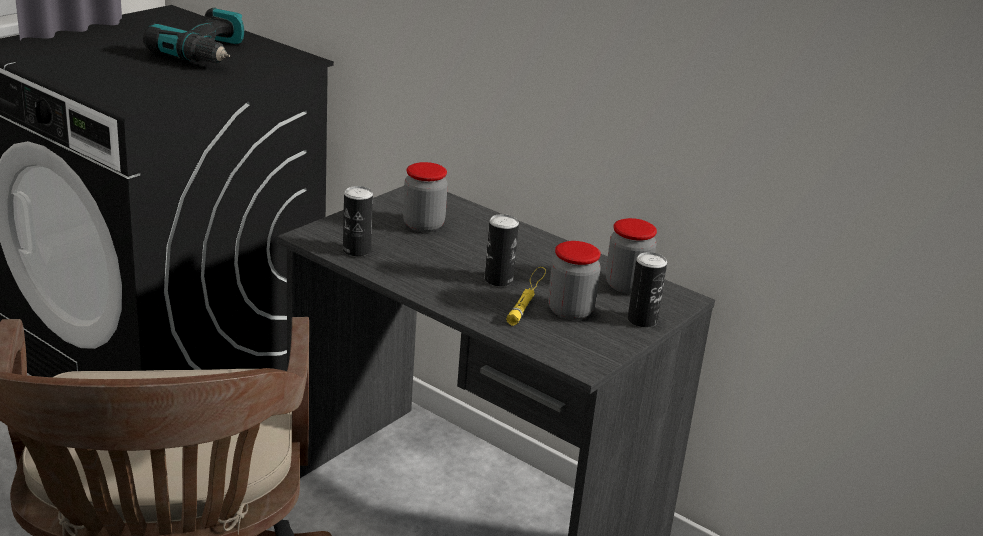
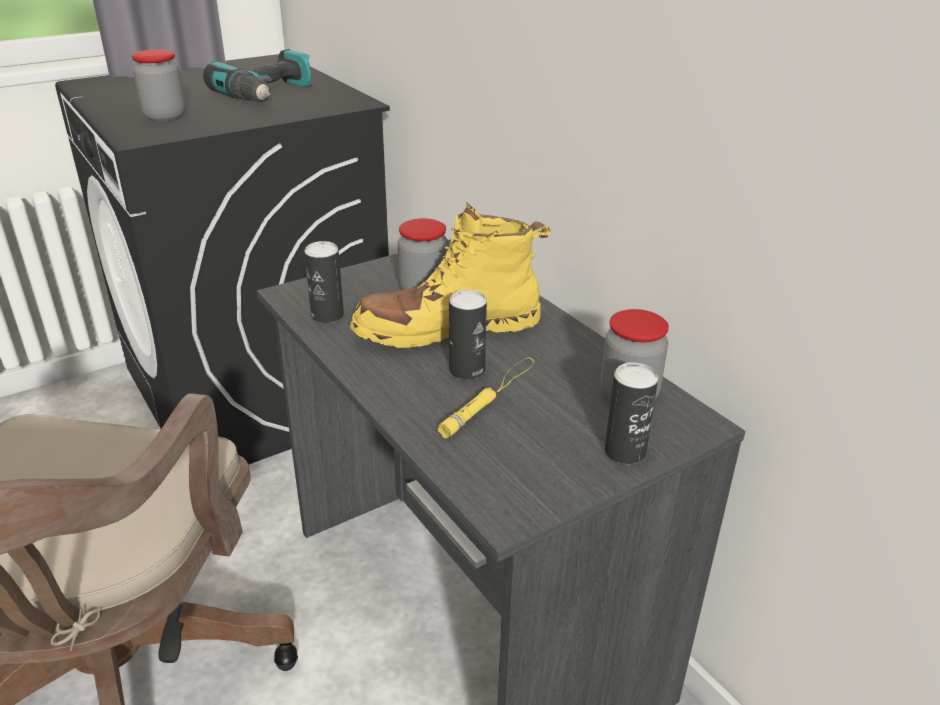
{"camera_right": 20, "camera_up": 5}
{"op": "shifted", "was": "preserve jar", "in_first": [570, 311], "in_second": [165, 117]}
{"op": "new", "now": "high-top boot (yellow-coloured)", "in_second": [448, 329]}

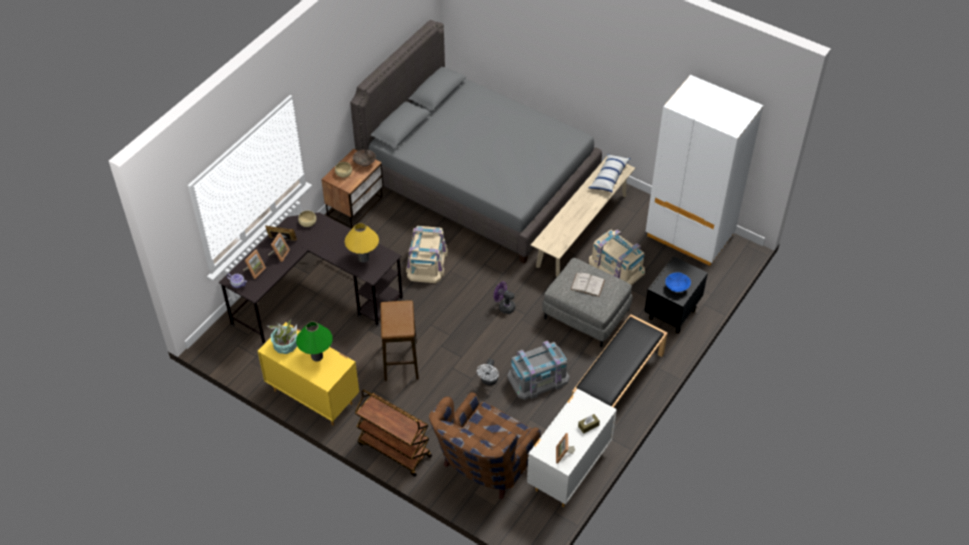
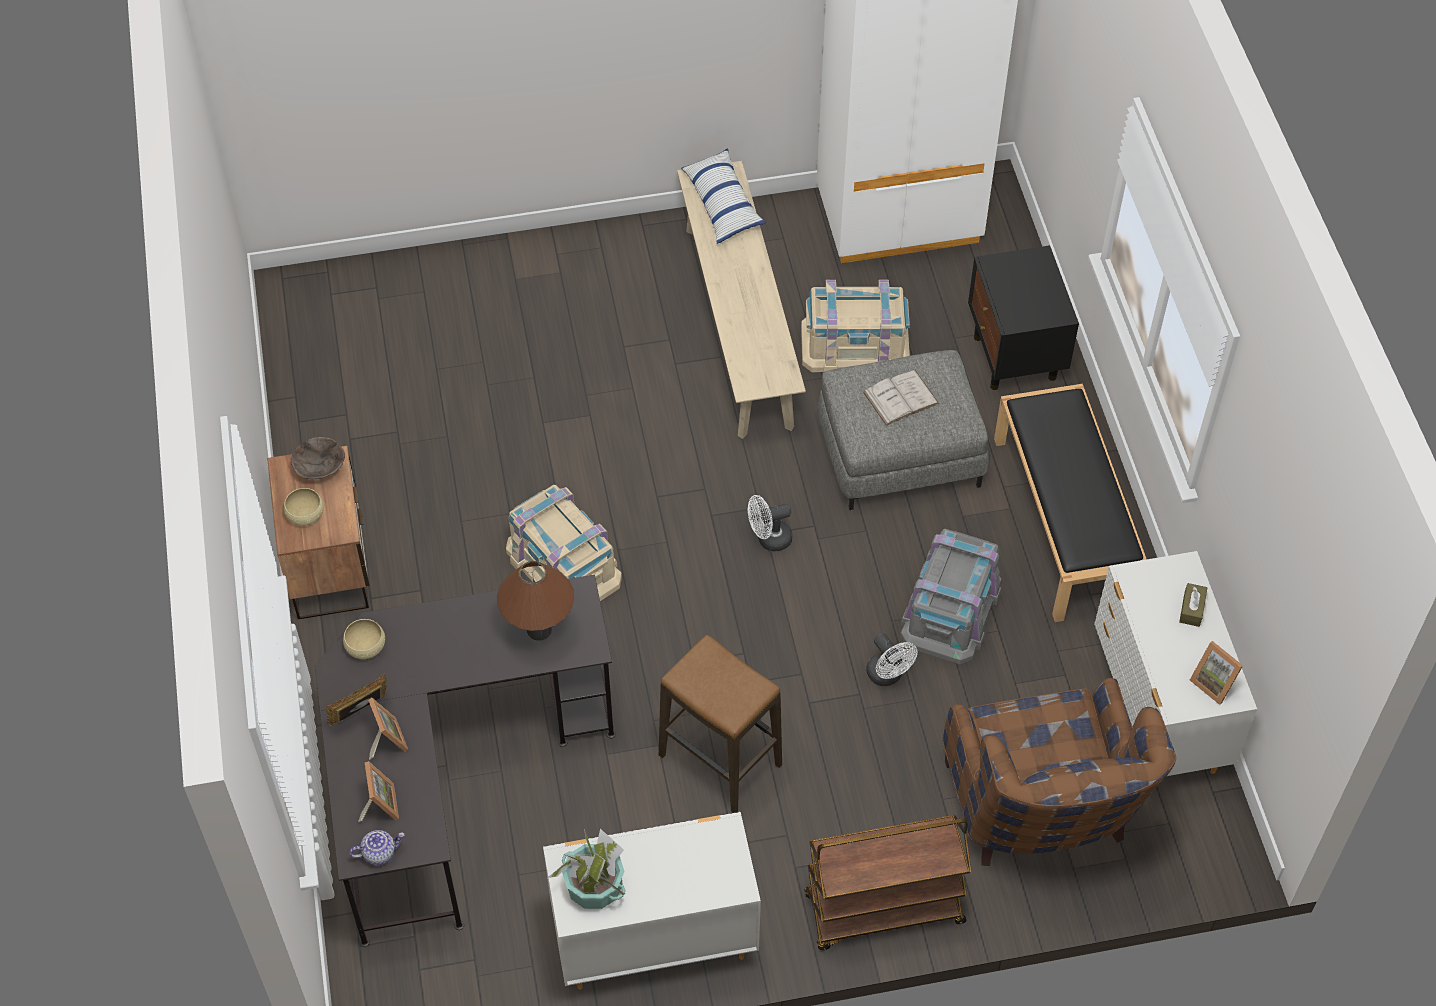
{"camera_right": -45, "camera_up": 5}
{"op": "gone", "was": "bed (gray)", "in_first": [479, 180]}
{"op": "repainted", "was": "lamp for a table (yellow-coloured)", "now": "lamp for a table (brown-coloured)", "in_first": [363, 258], "in_second": [539, 629]}
{"op": "gone", "was": "serving bowl (blue)", "in_first": [677, 287]}
{"op": "repainted", "was": "fan (purple)", "now": "fan (whitish)", "in_first": [504, 306], "in_second": [769, 539]}
{"op": "gone", "was": "lamp for a table (greenish)", "in_first": [317, 356]}
{"op": "repainted", "was": "dresser (yellow-coloured)", "now": "dresser (whitish)", "in_first": [313, 396], "in_second": [653, 940]}

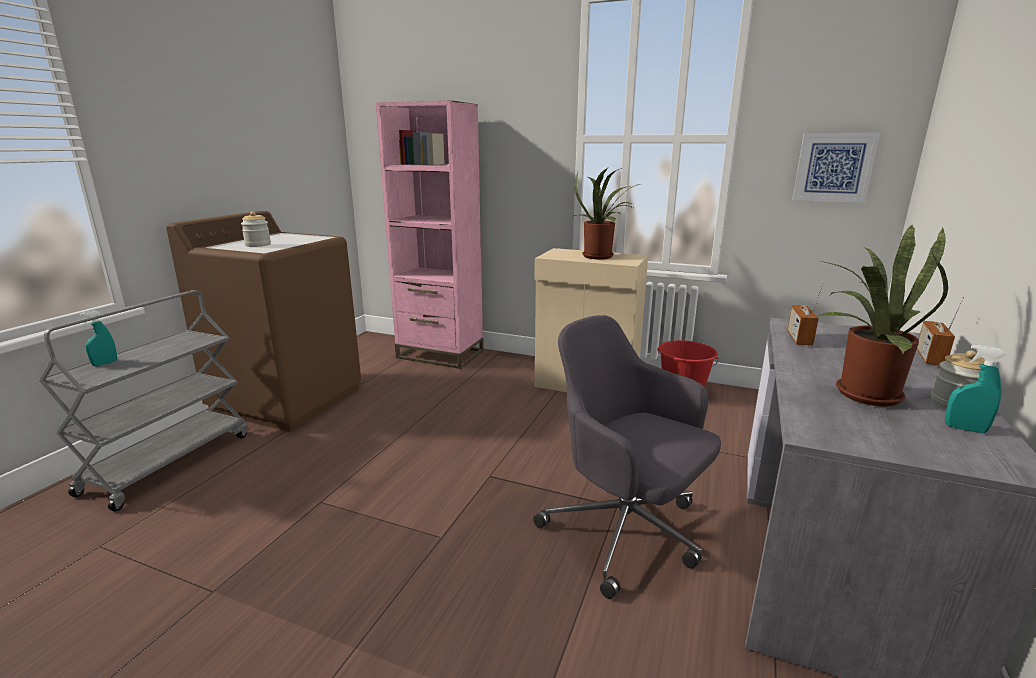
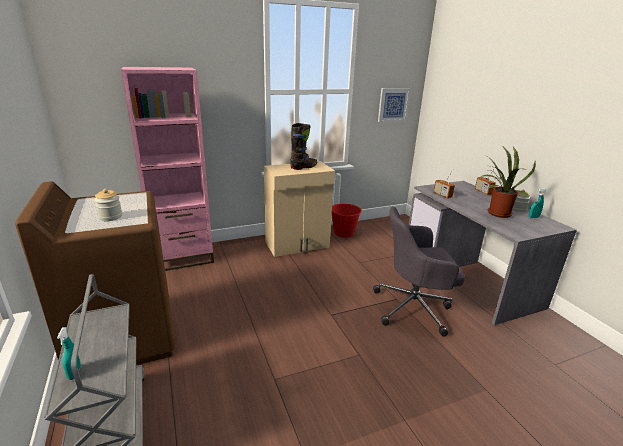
{"camera_right": -45, "camera_up": 5}
{"op": "swapped", "was": "plant in a pot", "now": "high-top boot (black-coloured)", "in_first": [601, 256], "in_second": [304, 167]}

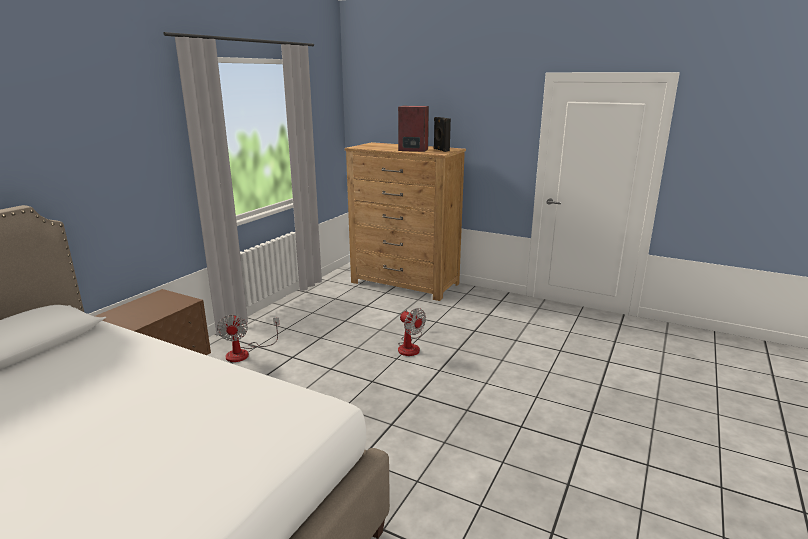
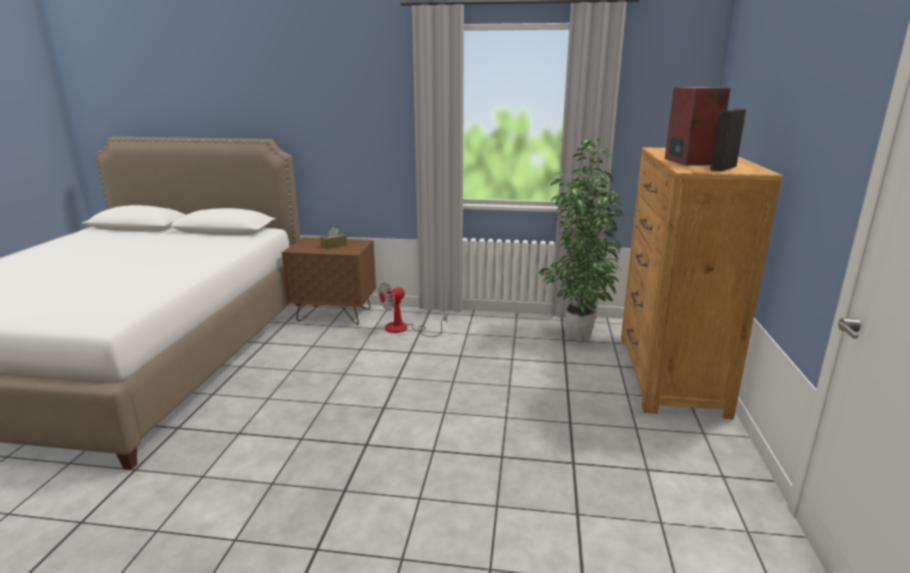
{"camera_right": 70, "camera_up": 0}
{"op": "gone", "was": "fan", "in_first": [410, 346]}
{"op": "new", "now": "plant in a pot", "in_second": [574, 336]}
{"op": "new", "now": "box of tissues (brown-coloured)", "in_second": [334, 245]}

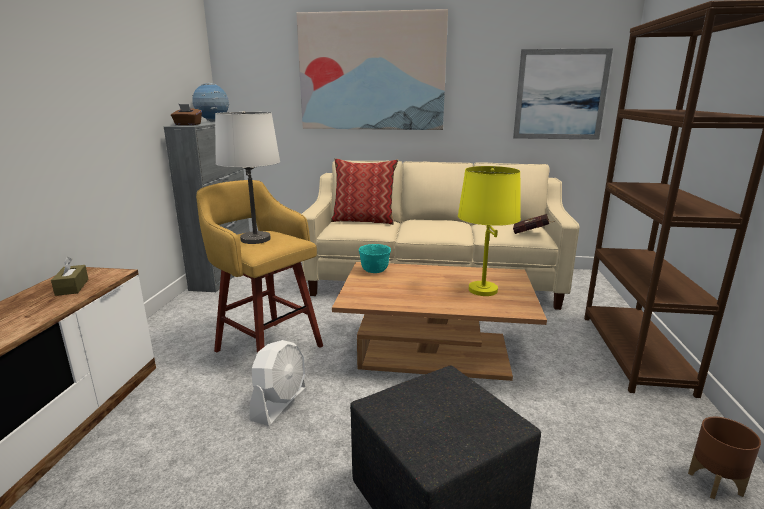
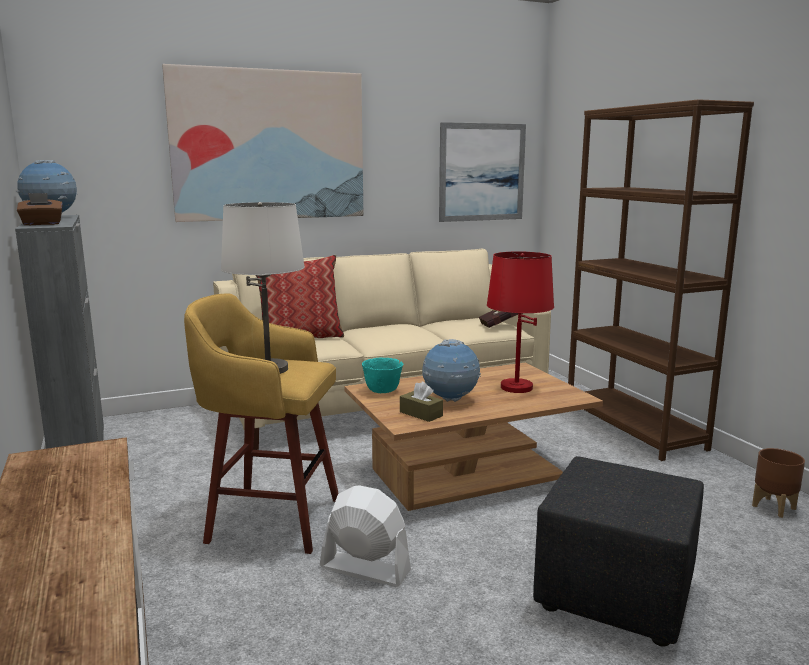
{"camera_right": -30, "camera_up": -5}
{"op": "repainted", "was": "lamp for a table (yellow-coloured)", "now": "lamp for a table (red)", "in_first": [482, 290], "in_second": [516, 388]}
{"op": "shifted", "was": "box of tissues (brown-coloured)", "in_first": [72, 287], "in_second": [421, 414]}
{"op": "rotated", "was": "fan (whitish)", "in_first": [280, 403], "in_second": [364, 569], "clockwise": -60}
{"op": "new", "now": "globe", "in_second": [450, 400]}

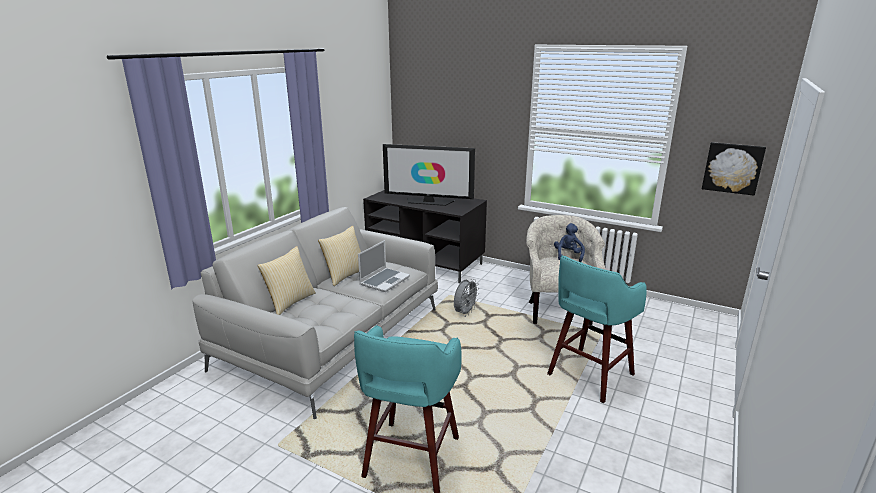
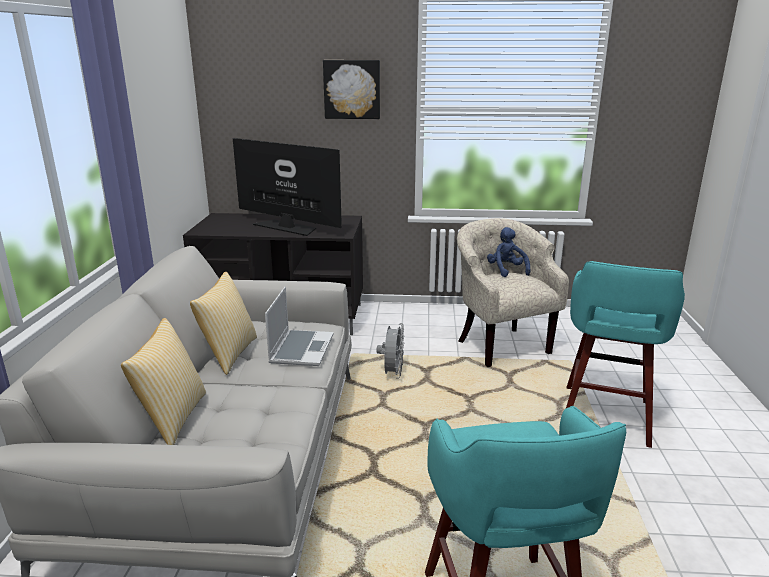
{"camera_right": -25, "camera_up": 0}
{"op": "shifted", "was": "picture", "in_first": [732, 168], "in_second": [352, 89]}
{"op": "rotated", "was": "television", "in_first": [428, 202], "in_second": [286, 227], "clockwise": -135}

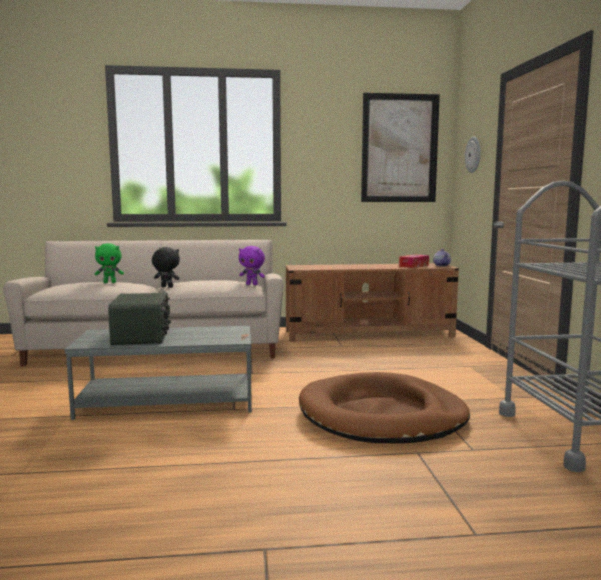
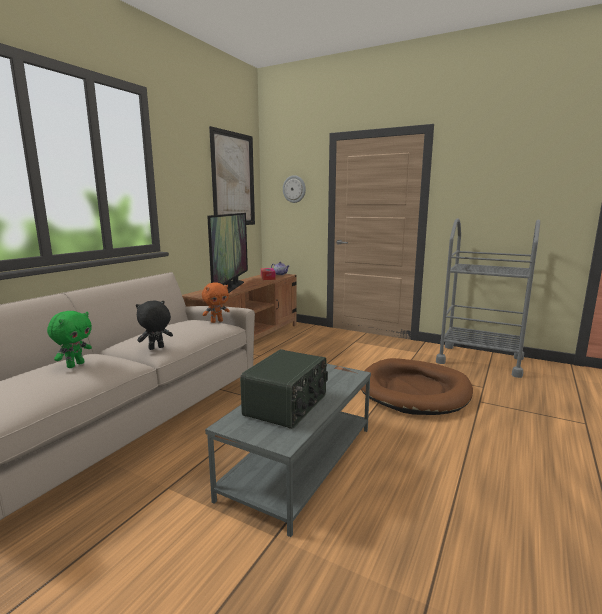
{"camera_right": -55, "camera_up": 5}
{"op": "repainted", "was": "soft toy (purple)", "now": "soft toy (orangey)", "in_first": [252, 284], "in_second": [216, 321]}
{"op": "rotated", "was": "radio receiver", "in_first": [142, 336], "in_second": [287, 406], "clockwise": 90}
{"op": "new", "now": "television", "in_second": [230, 287]}

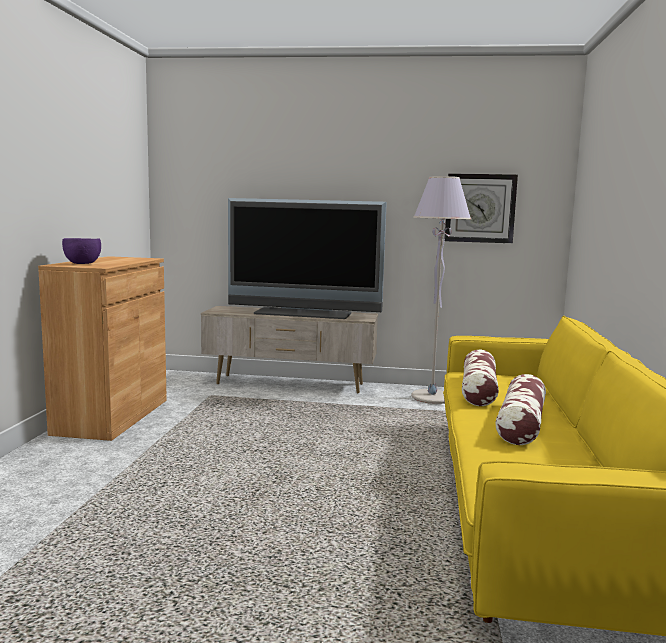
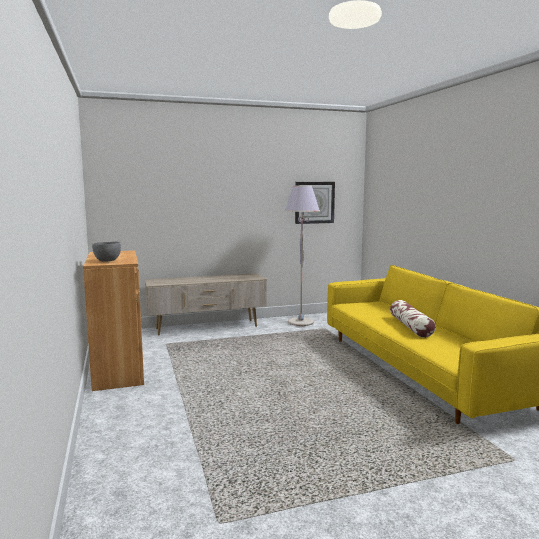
{"camera_right": -25, "camera_up": 0}
{"op": "gone", "was": "television", "in_first": [303, 313]}
{"op": "repainted", "was": "serving bowl (purple)", "now": "serving bowl (gray)", "in_first": [82, 264], "in_second": [107, 261]}
{"op": "gone", "was": "throw pillow", "in_first": [478, 390]}

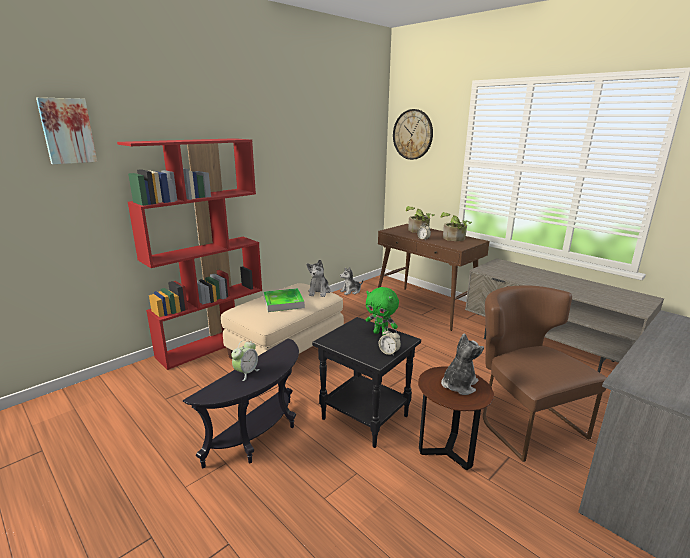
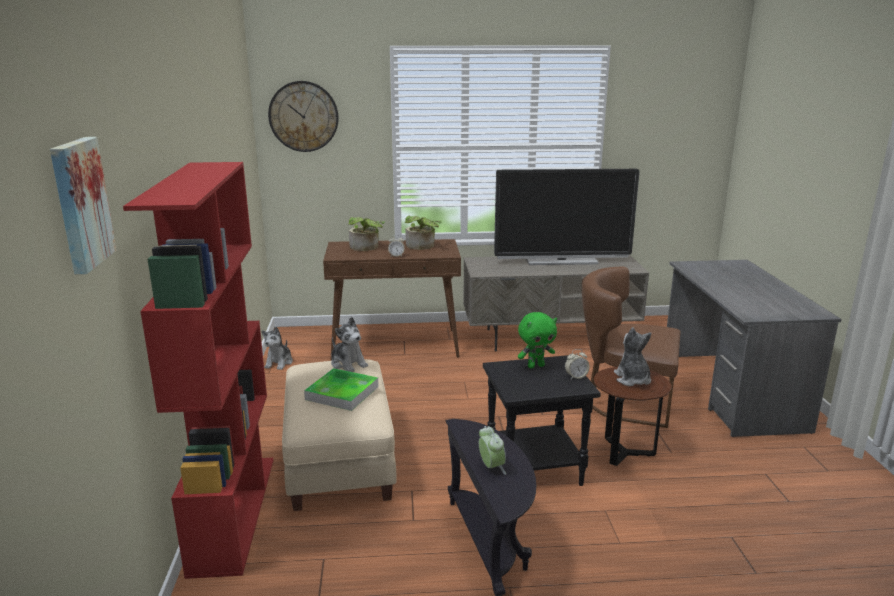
{"camera_right": -50, "camera_up": 0}
{"op": "new", "now": "television", "in_second": [561, 261]}

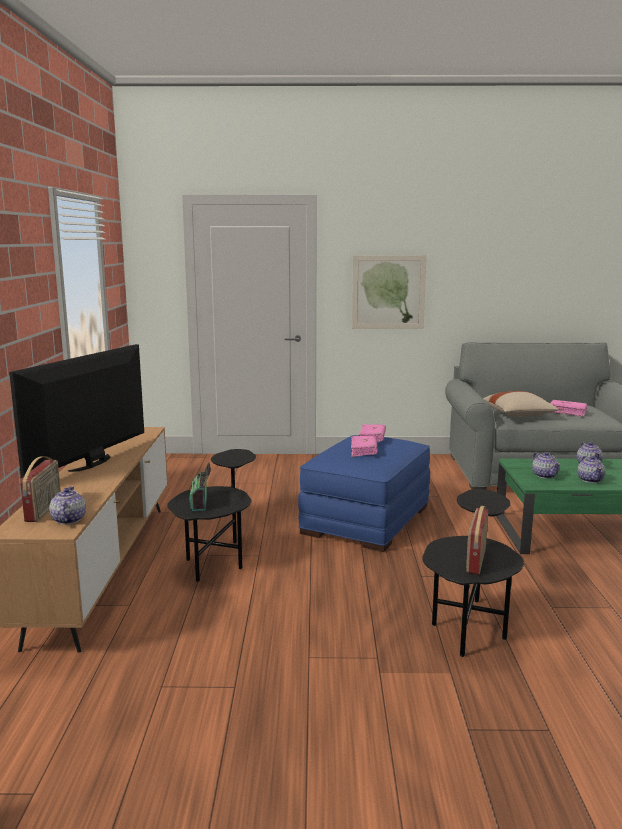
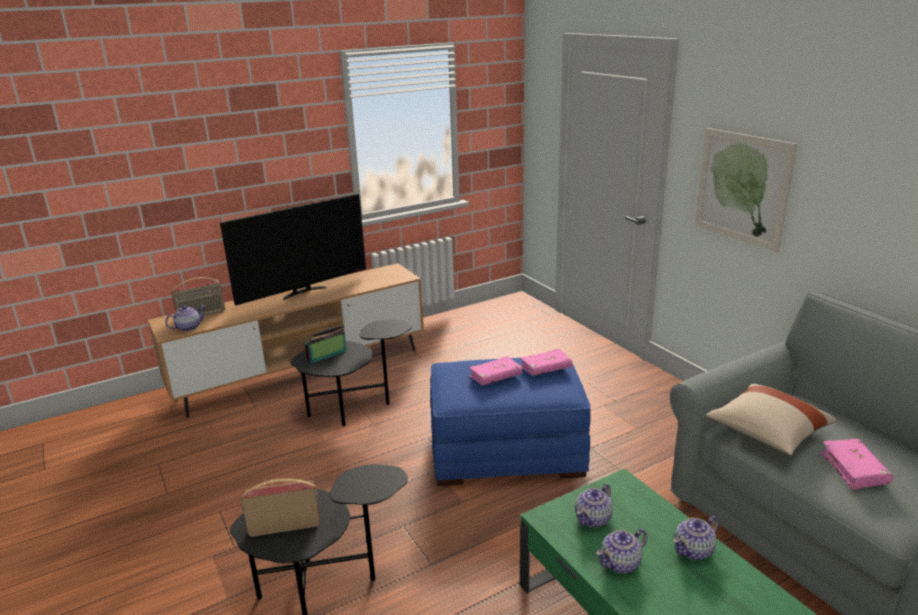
{"camera_right": 60, "camera_up": 10}
{"op": "rotated", "was": "television", "in_first": [93, 464], "in_second": [303, 292], "clockwise": 150}

